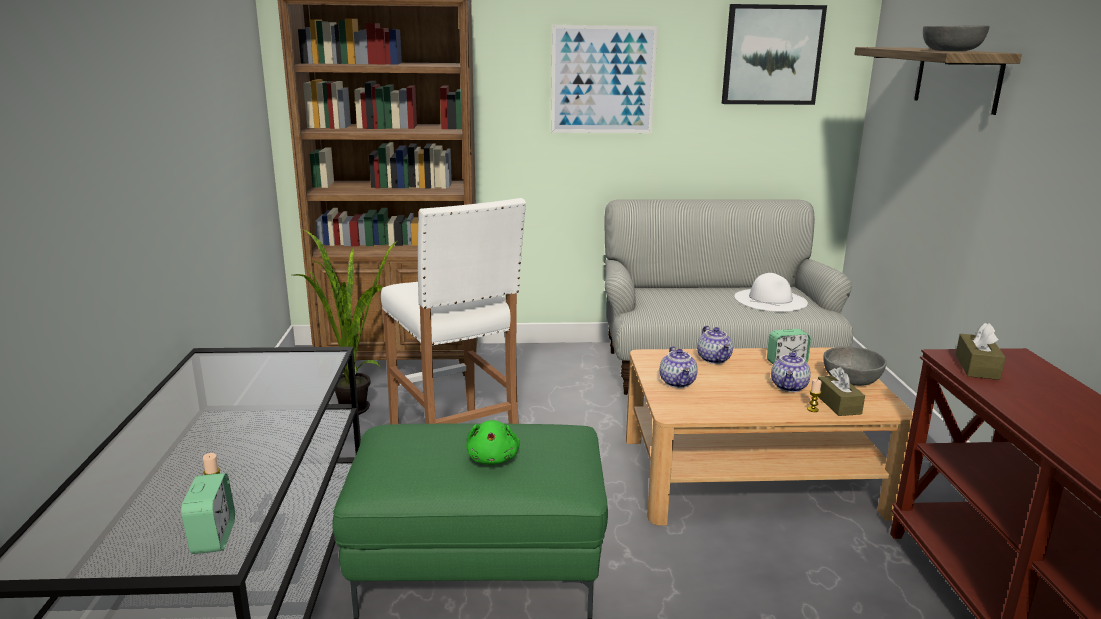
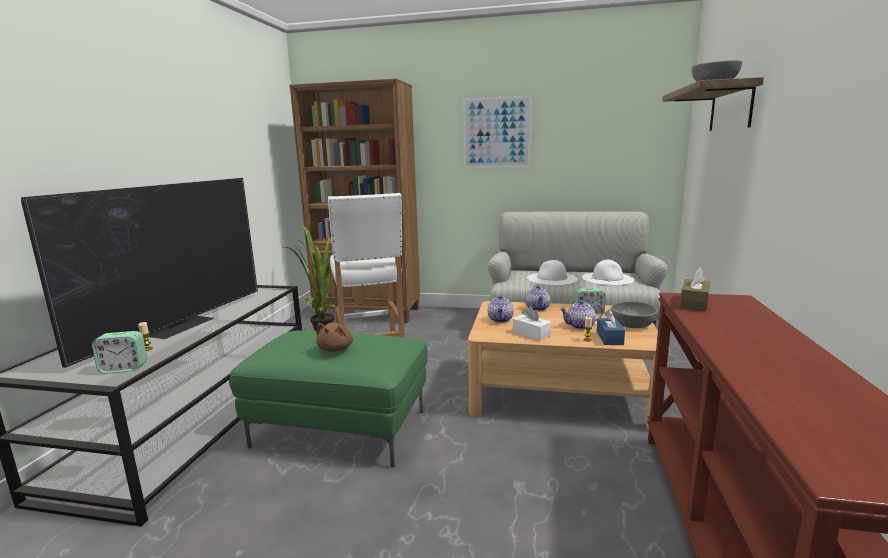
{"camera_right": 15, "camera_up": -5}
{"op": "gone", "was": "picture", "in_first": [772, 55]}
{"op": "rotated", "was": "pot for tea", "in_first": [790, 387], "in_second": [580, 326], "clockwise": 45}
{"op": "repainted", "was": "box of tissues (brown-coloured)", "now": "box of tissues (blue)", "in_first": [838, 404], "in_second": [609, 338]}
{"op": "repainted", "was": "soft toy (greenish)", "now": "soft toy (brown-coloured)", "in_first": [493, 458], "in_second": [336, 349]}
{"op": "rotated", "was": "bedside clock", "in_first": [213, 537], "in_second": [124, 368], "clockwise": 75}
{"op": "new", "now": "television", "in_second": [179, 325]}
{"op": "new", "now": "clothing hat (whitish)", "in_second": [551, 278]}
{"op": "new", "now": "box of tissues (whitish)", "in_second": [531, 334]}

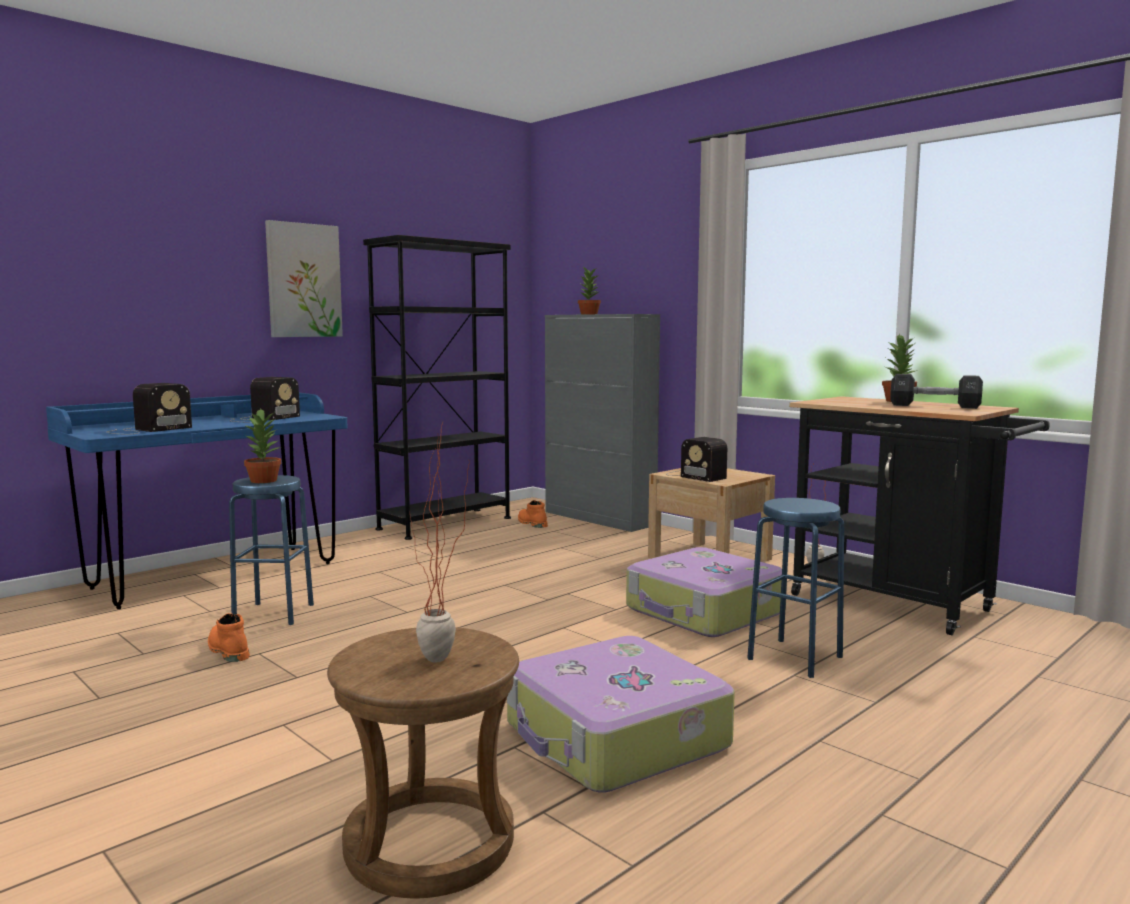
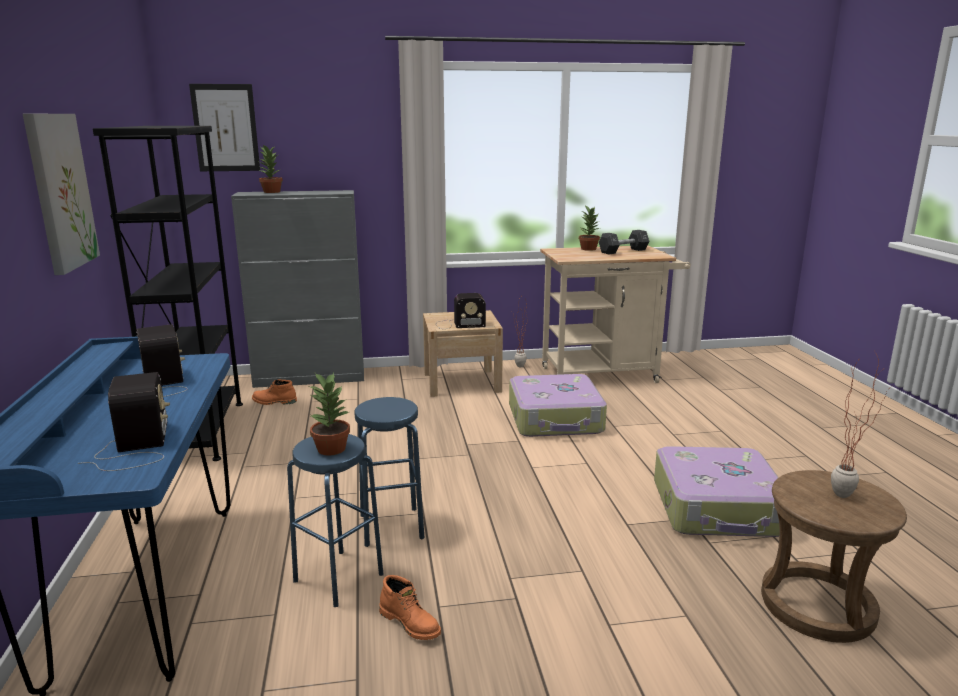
{"camera_right": -55, "camera_up": 10}
{"op": "repainted", "was": "wheeled cart (black-coloured)", "now": "wheeled cart (beige)", "in_first": [902, 605], "in_second": [606, 374]}
{"op": "shifted", "was": "stool seat (blue)", "in_first": [795, 658], "in_second": [391, 526]}
{"op": "rotated", "was": "high-top boot (orangey)", "in_first": [227, 650], "in_second": [410, 623], "clockwise": -135}
{"op": "new", "now": "picture", "in_second": [225, 128]}

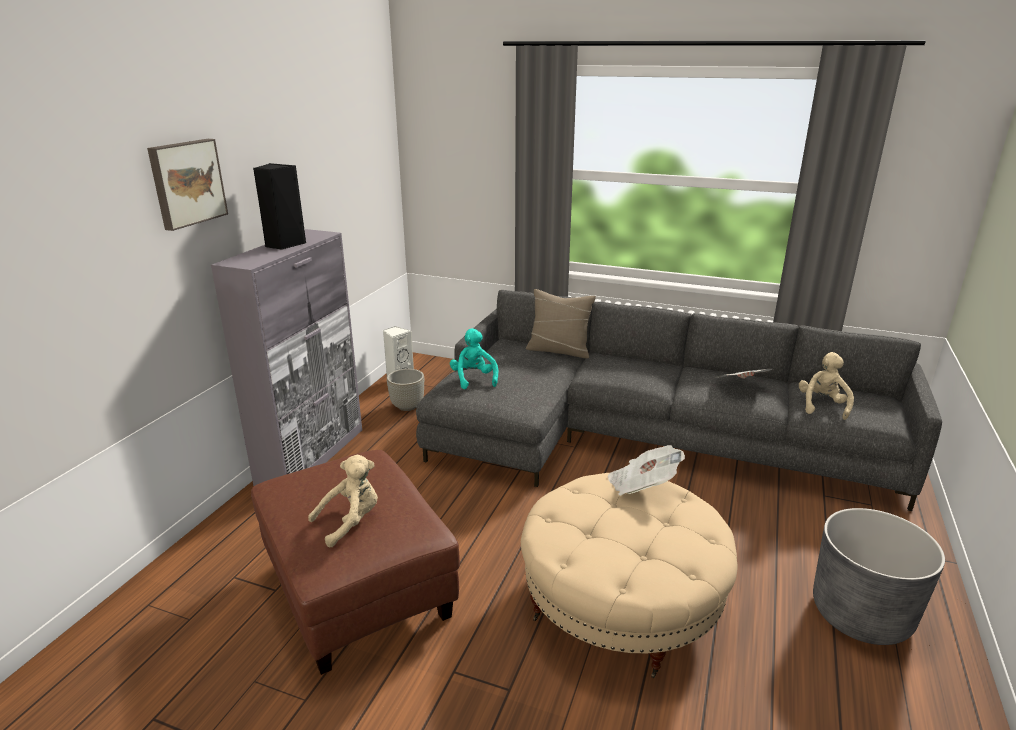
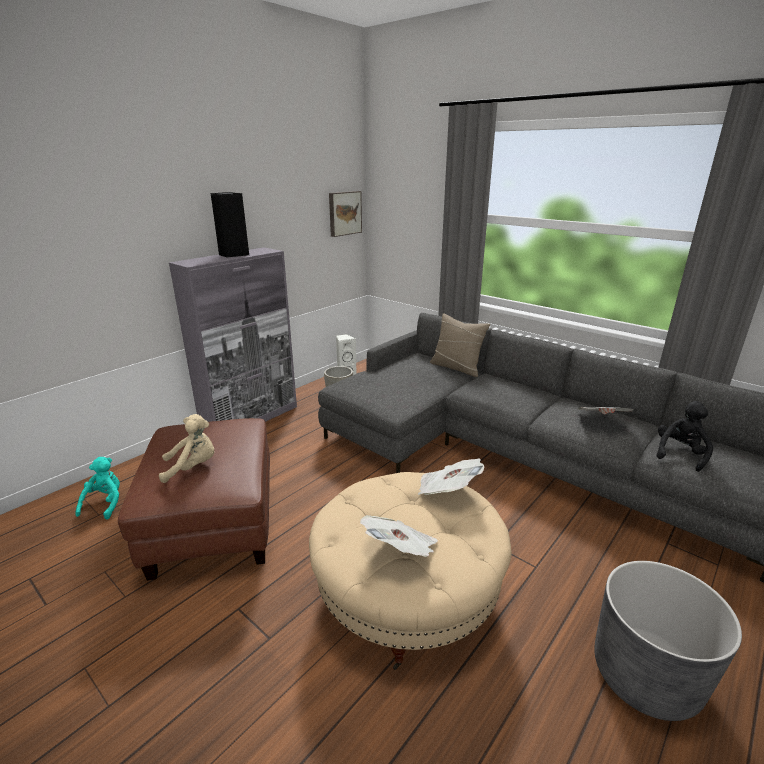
{"camera_right": 20, "camera_up": 0}
{"op": "shifted", "was": "picture", "in_first": [186, 183], "in_second": [344, 213]}
{"op": "shifted", "was": "soft toy (turquoise-coloured)", "in_first": [474, 379], "in_second": [105, 503]}
{"op": "repainted", "was": "soft toy (beige)", "now": "soft toy (black-coloured)", "in_first": [822, 406], "in_second": [680, 454]}
{"op": "new", "now": "daily paper", "in_second": [401, 550]}

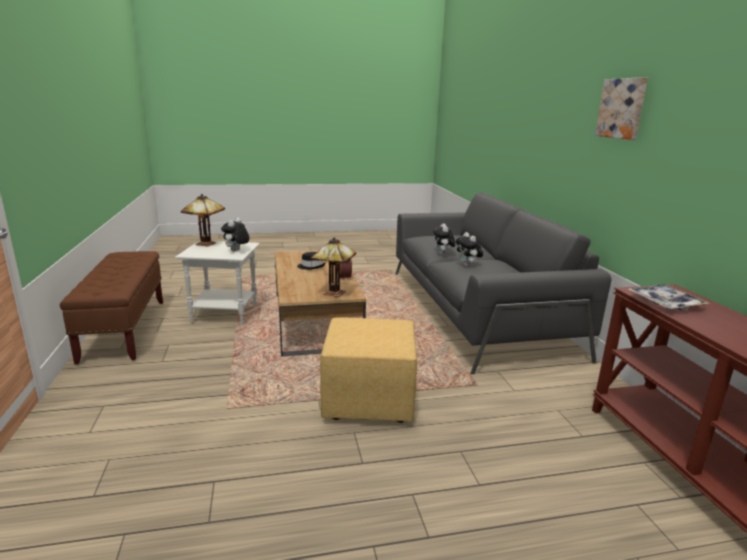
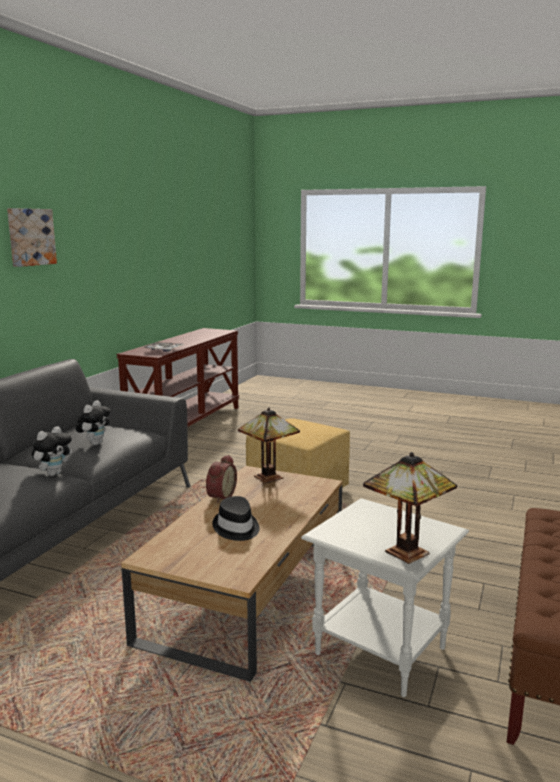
{"camera_right": -145, "camera_up": -5}
{"op": "gone", "was": "soft toy", "in_first": [236, 251]}

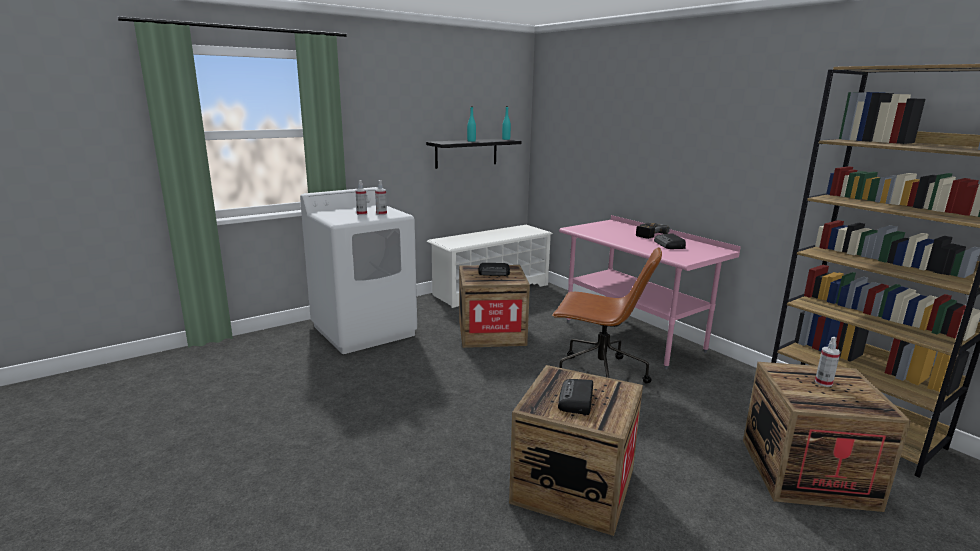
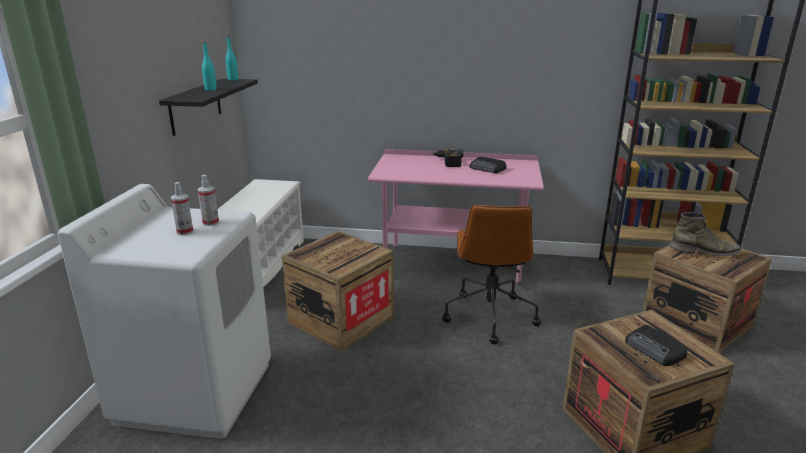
{"camera_right": -45, "camera_up": 5}
{"op": "rotated", "was": "office chair (brown-coloured)", "in_first": [598, 374], "in_second": [489, 315], "clockwise": 120}
{"op": "gone", "was": "radio receiver", "in_first": [494, 273]}
{"op": "swapped", "was": "spray bottle", "now": "high-top boot (greenish)", "in_first": [823, 382], "in_second": [704, 252]}

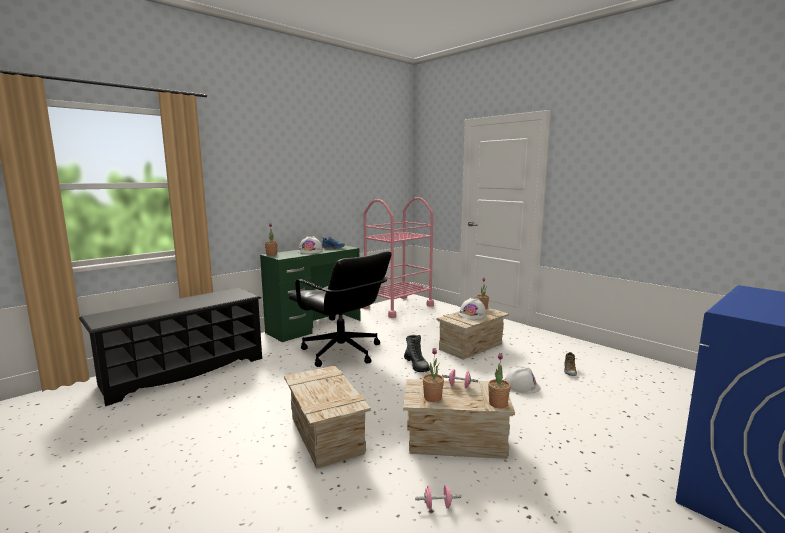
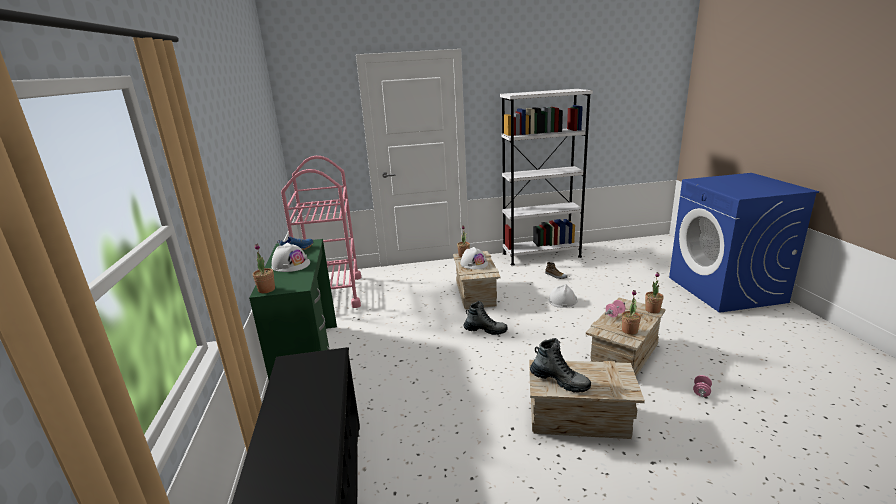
{"camera_right": -55, "camera_up": 10}
{"op": "gone", "was": "office chair (black-coloured)", "in_first": [341, 352]}
{"op": "new", "now": "bookshelf (whitish)", "in_second": [541, 255]}
{"op": "new", "now": "high-top boot", "in_second": [559, 381]}

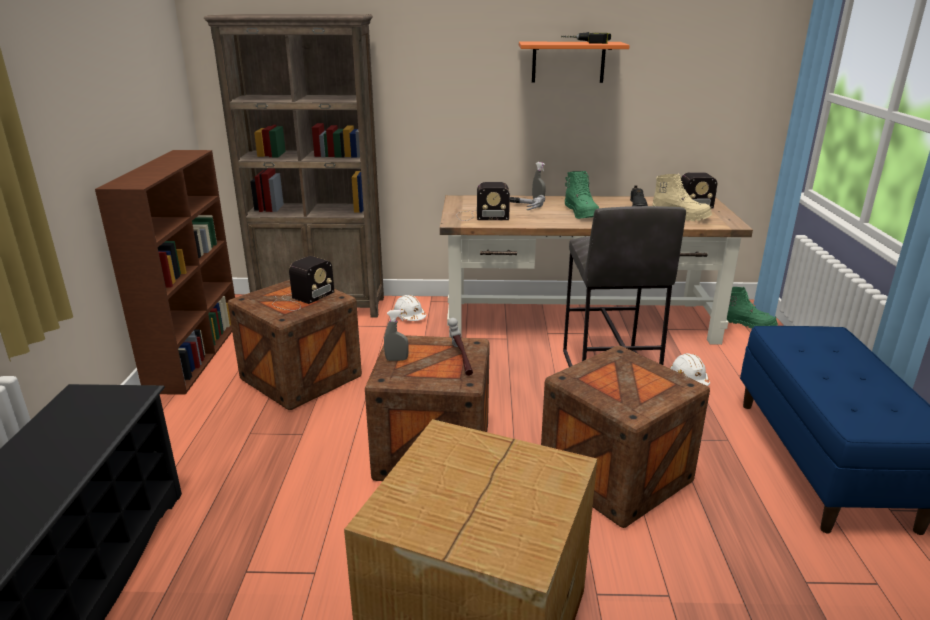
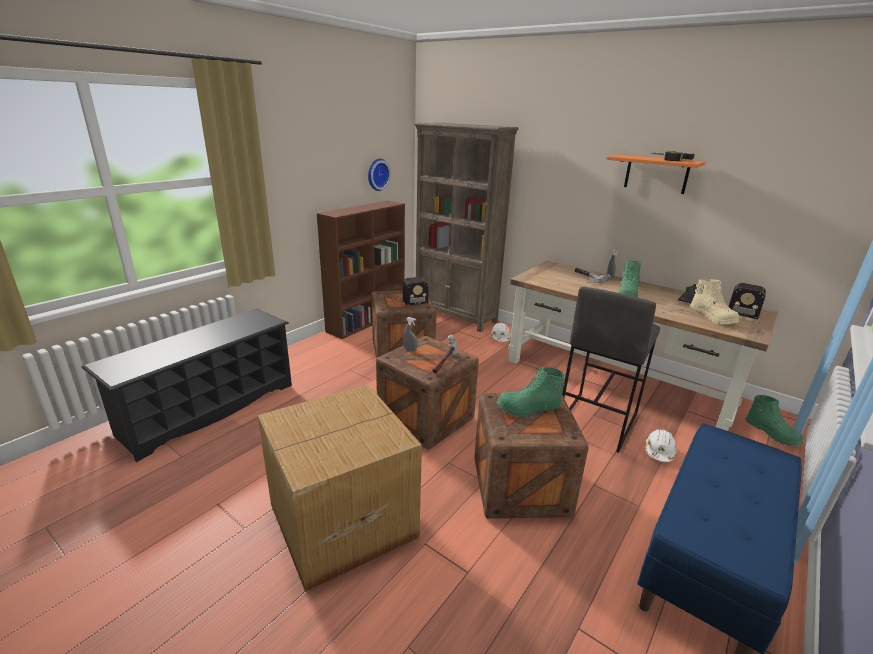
{"camera_right": 35, "camera_up": 0}
{"op": "gone", "was": "radio receiver", "in_first": [480, 216]}
{"op": "new", "now": "wall clock", "in_second": [377, 174]}
{"op": "new", "now": "high-top boot (greenish)", "in_second": [528, 409]}

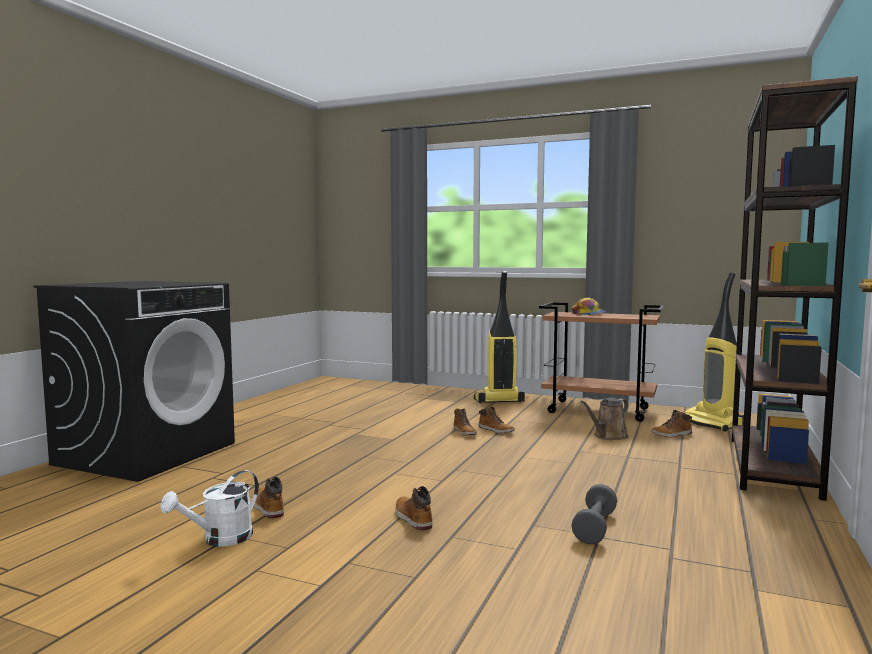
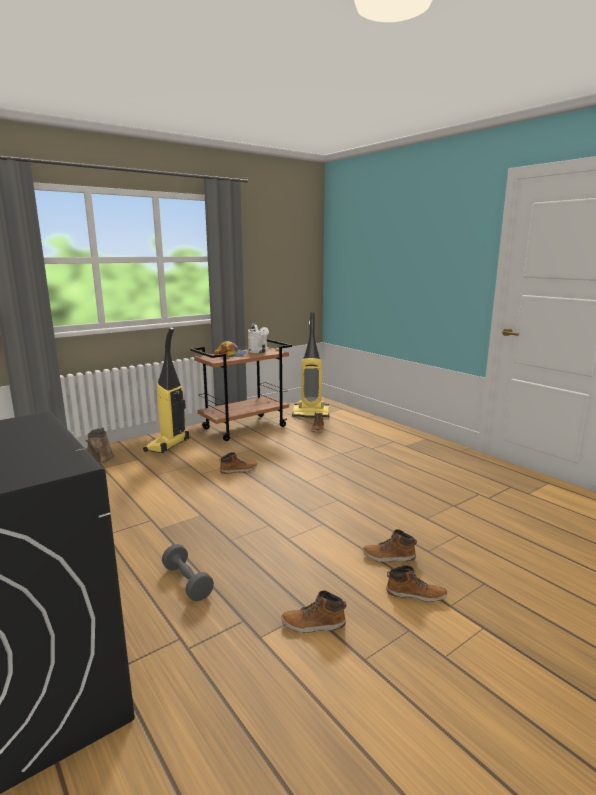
{"camera_right": -60, "camera_up": 10}
{"op": "gone", "was": "bookshelf (brown-coloured)", "in_first": [772, 466]}
{"op": "shifted", "was": "watering pot (brown-coloured)", "in_first": [608, 436], "in_second": [99, 459]}
{"op": "shifted", "was": "high-top boot", "in_first": [465, 432], "in_second": [415, 594]}
{"op": "shifted", "was": "watering pot (whitish)", "in_first": [220, 539], "in_second": [259, 351]}
{"op": "shifted", "was": "free weight (gray)", "in_first": [595, 527], "in_second": [187, 582]}

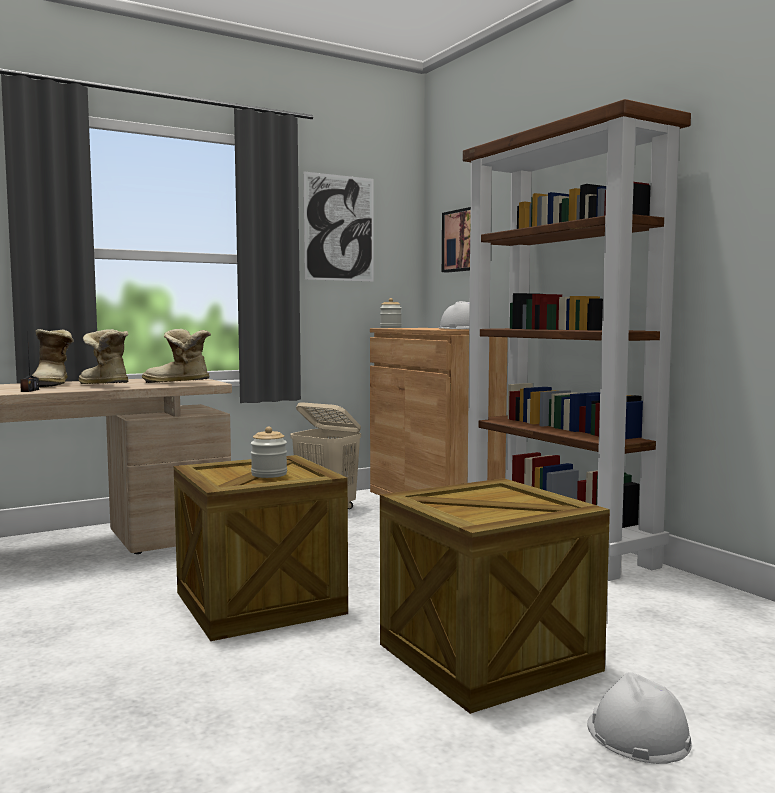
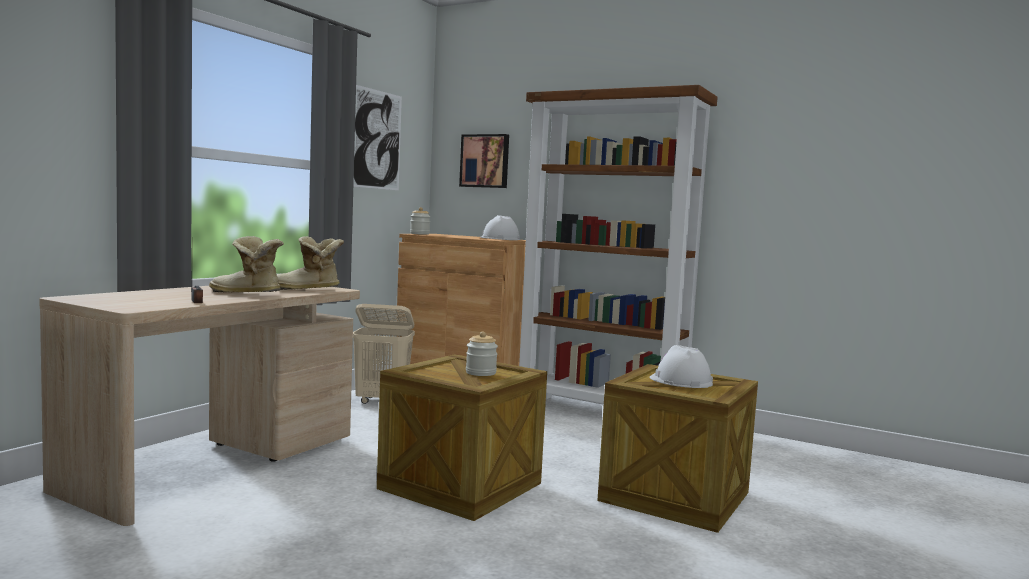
{"camera_right": -30, "camera_up": 0}
{"op": "gone", "was": "high-top boot", "in_first": [53, 384]}
{"op": "shifted", "was": "safety helmet (whitish)", "in_first": [637, 734], "in_second": [680, 381]}

